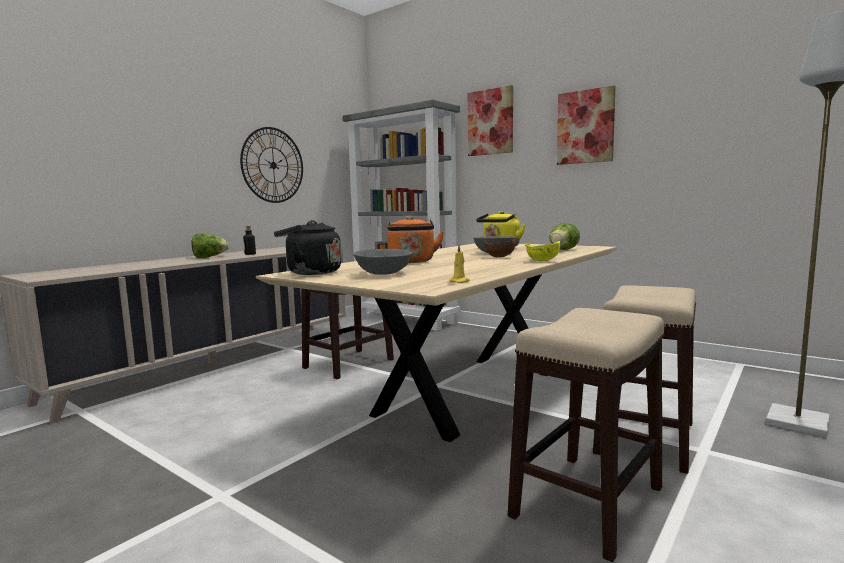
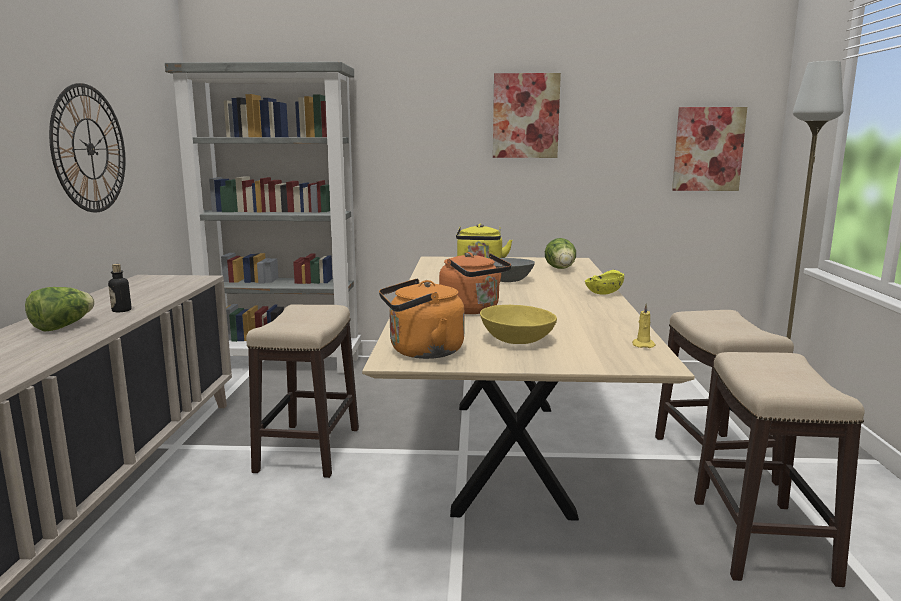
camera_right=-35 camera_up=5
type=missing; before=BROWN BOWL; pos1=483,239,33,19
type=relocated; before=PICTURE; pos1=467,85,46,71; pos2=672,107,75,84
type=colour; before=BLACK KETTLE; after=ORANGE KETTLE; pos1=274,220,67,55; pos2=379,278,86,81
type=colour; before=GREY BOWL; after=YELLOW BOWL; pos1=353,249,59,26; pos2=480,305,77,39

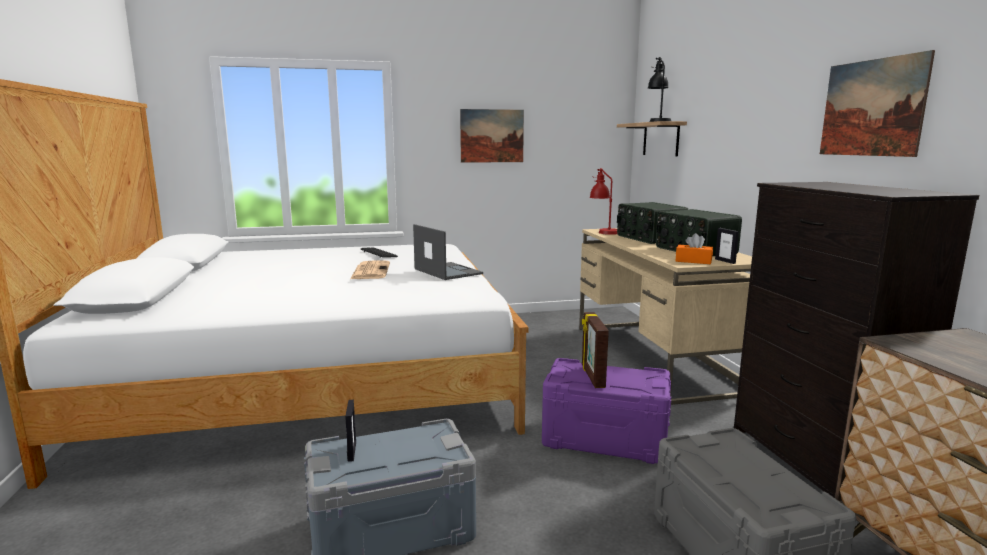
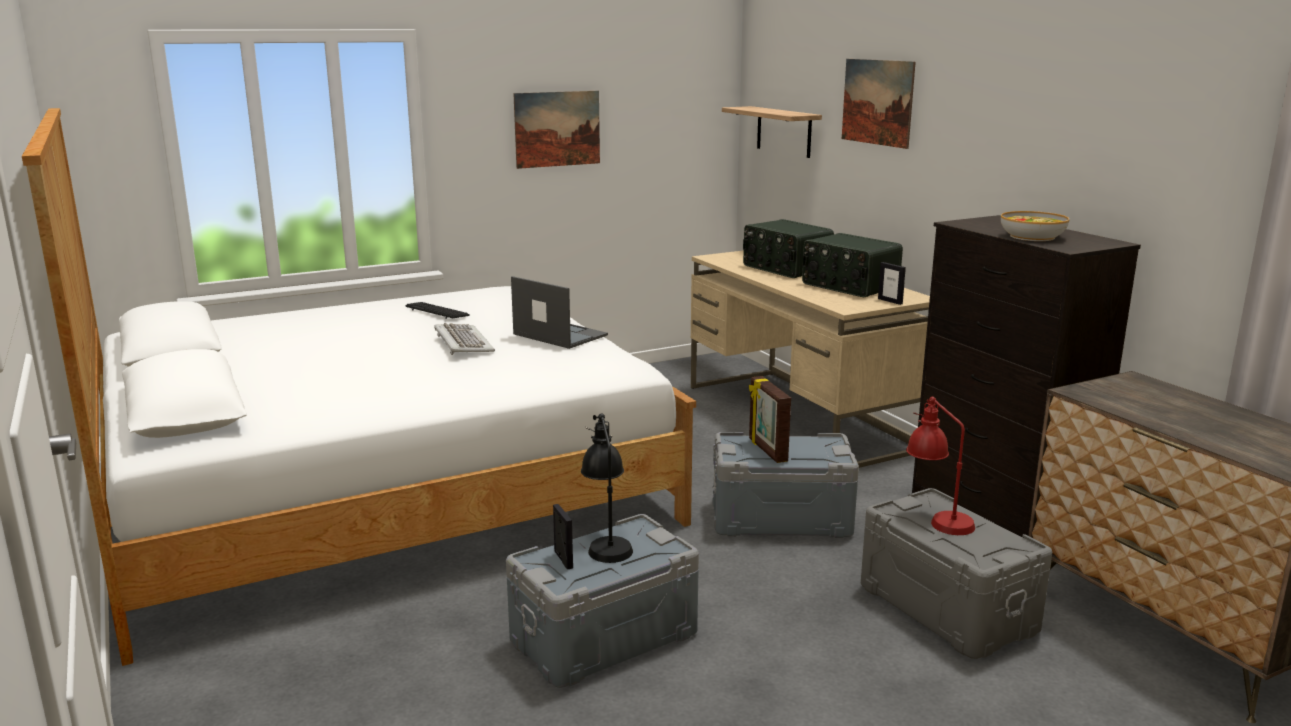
camera_right=-15 camera_up=5
type=missing; before=ORANGE TISSUE BOX; pos1=676,233,37,31
type=appeared; after=BOWL; pos2=1001,211,68,30
type=relocated; before=RED TABLE LAMP; pos1=590,168,27,67; pos2=906,397,69,138
type=relocated; before=BLACK TABLE LAMP; pos1=648,57,23,65; pos2=581,413,52,150
type=relocated; before=PICTURE; pos1=820,50,115,107; pos2=842,59,74,90
type=exchanged; before=NEWSPAPER; after=KEYBOARD; pos1=350,260,40,19; pos2=434,323,61,32
type=colour; before=PURPLE STORAGE BOX; after=GREY STORAGE BOX; pos1=542,358,129,106; pos2=712,432,147,106

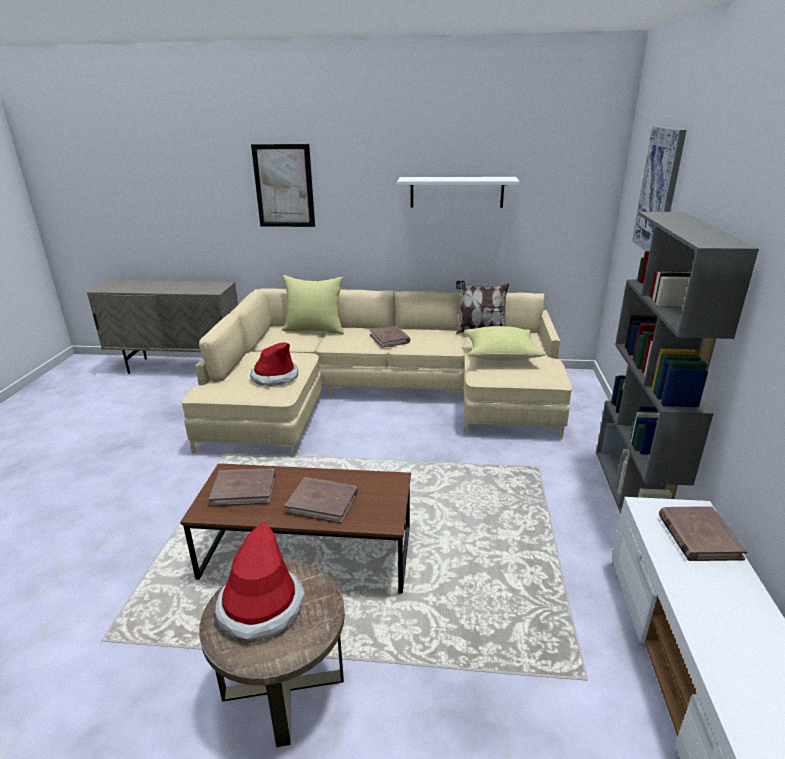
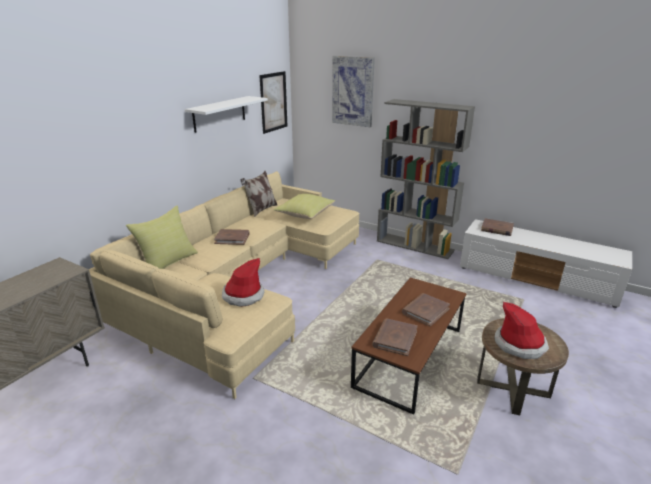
camera_right=-65 camera_up=0
type=relocated; before=PICTURE; pos1=251,144,64,83; pos2=259,71,28,63

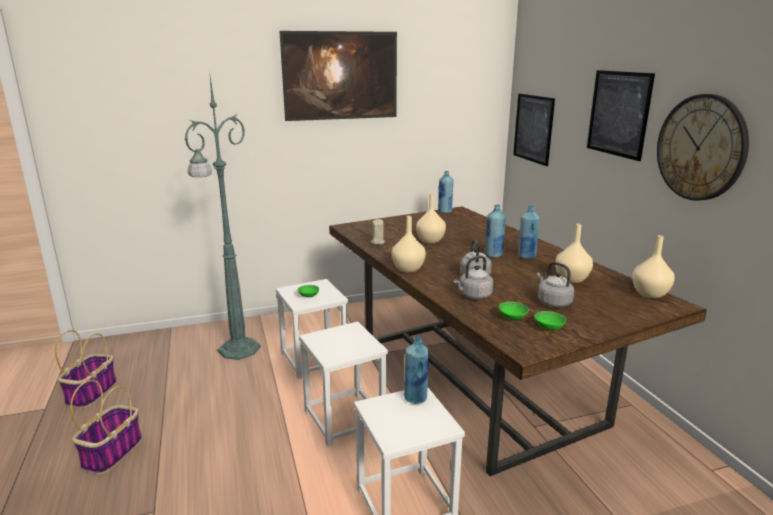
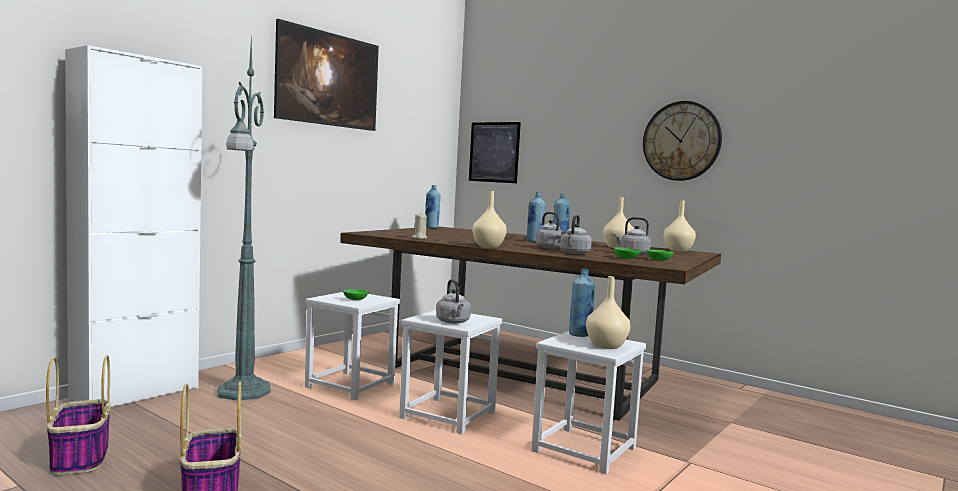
camera_right=-35 camera_up=-15
type=missing; before=PICTURE; pos1=587,70,68,91
type=appeared; after=WHITE CABINET; pos2=65,45,137,362
type=appeared; after=GREY KETTLE; pos2=436,279,35,45
type=relocated; before=BEIGE VASE; pos1=416,194,30,50; pos2=586,276,44,73

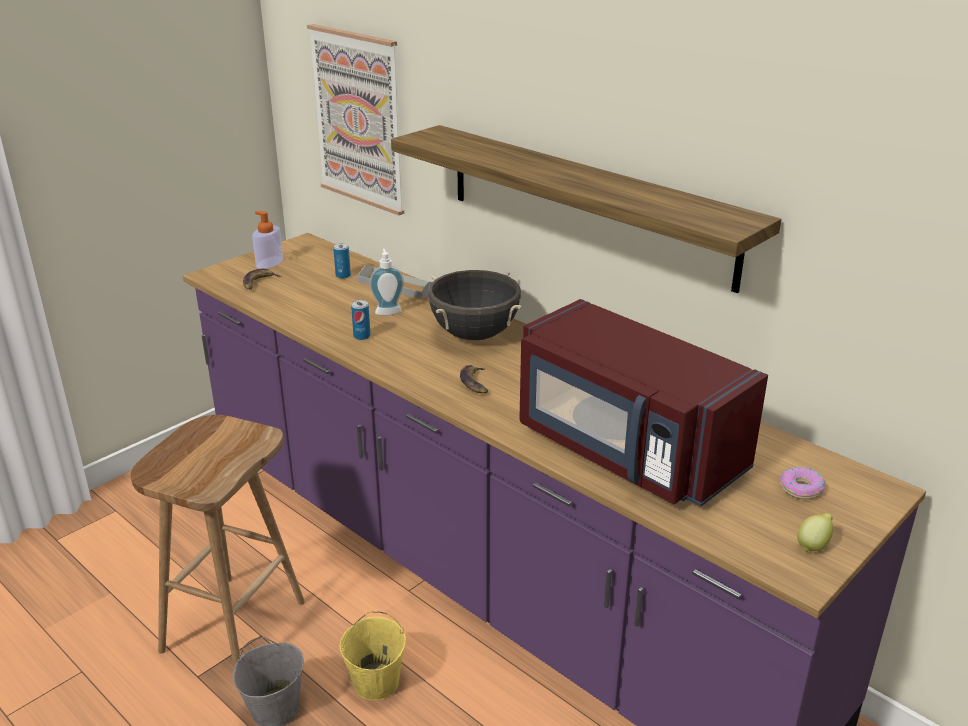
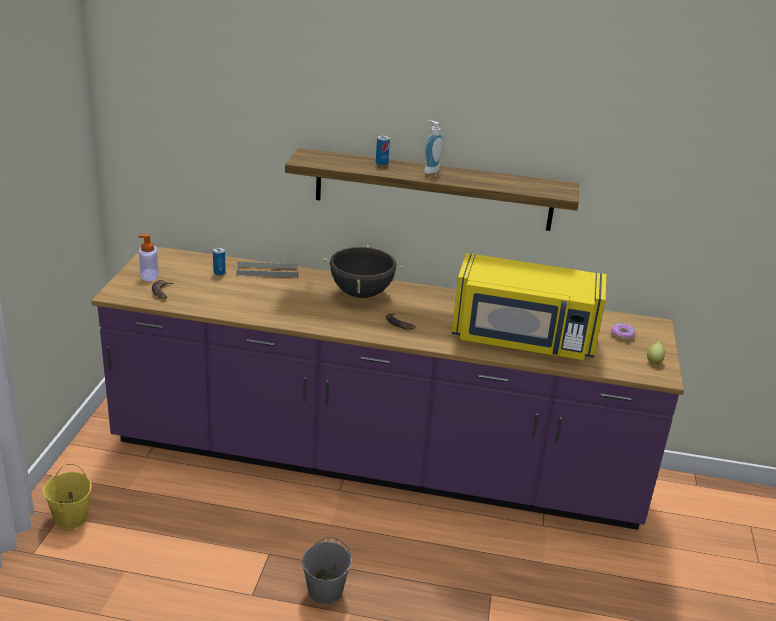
camera_right=-35 camera_up=0
type=missing; before=BROWN STOOL; pos1=130,415,175,252
type=missing; before=PICTURE; pos1=307,24,97,191
type=relocated; before=YELLOW BUCKET; pos1=340,611,66,90; pos2=43,464,48,65
type=relocated; before=CAN; pos1=351,300,19,40; pos2=376,135,14,30
type=relocated; before=SOAP DISPENSER; pos1=370,249,34,66; pos2=424,120,20,54
type=colour; before=RED MICROWAVE; after=YELLOW MICROWAVE; pos1=519,299,249,208; pos2=452,253,155,107

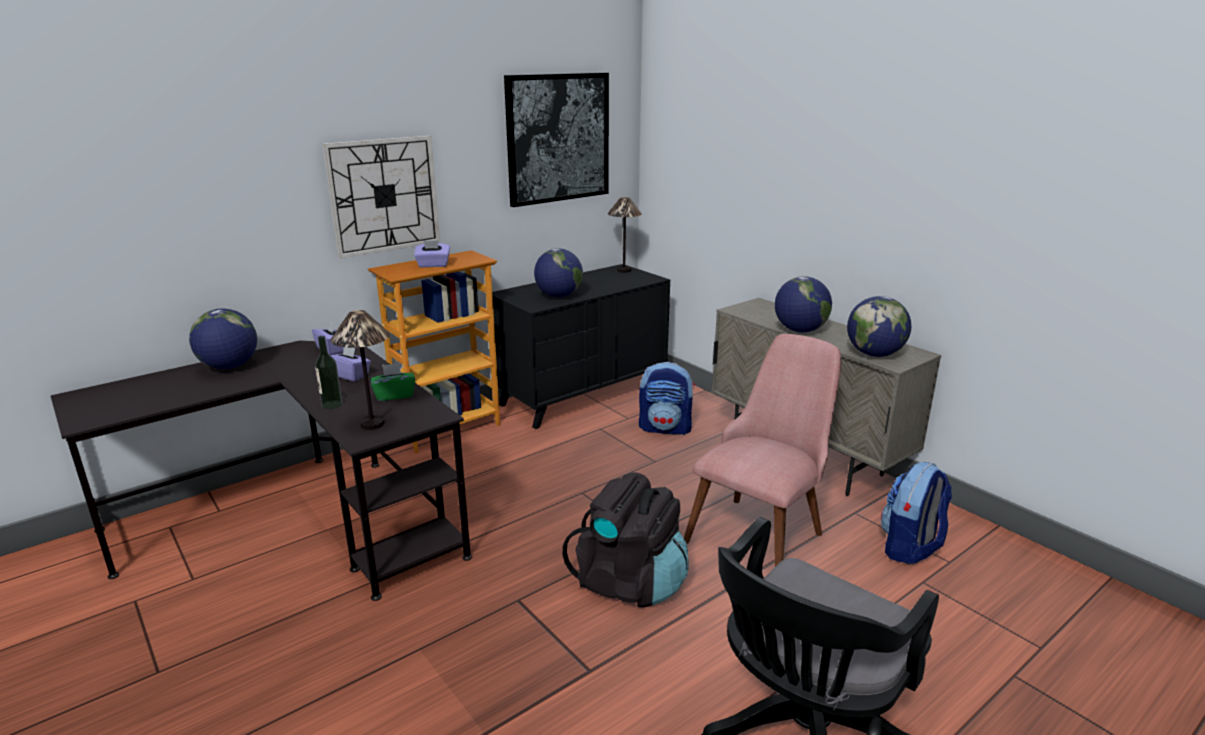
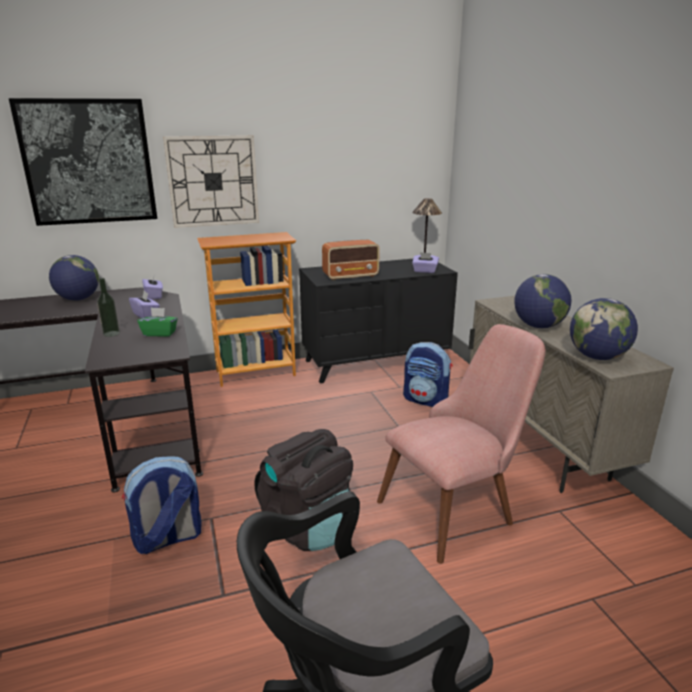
camera_right=20 camera_up=0
type=missing; before=TABLE LAMP; pos1=331,310,59,120
type=relocated; before=PURPLE TISSUE BOX; pos1=414,240,36,28; pos2=412,252,27,21
type=relocated; before=PICTURE; pos1=504,73,105,134; pos2=9,98,148,128
type=relocated; before=BACKPACK; pos1=881,462,71,102; pos2=122,456,79,98
type=exchanged; before=GLOBE; after=RADIO; pos1=534,248,49,50; pos2=322,240,58,40

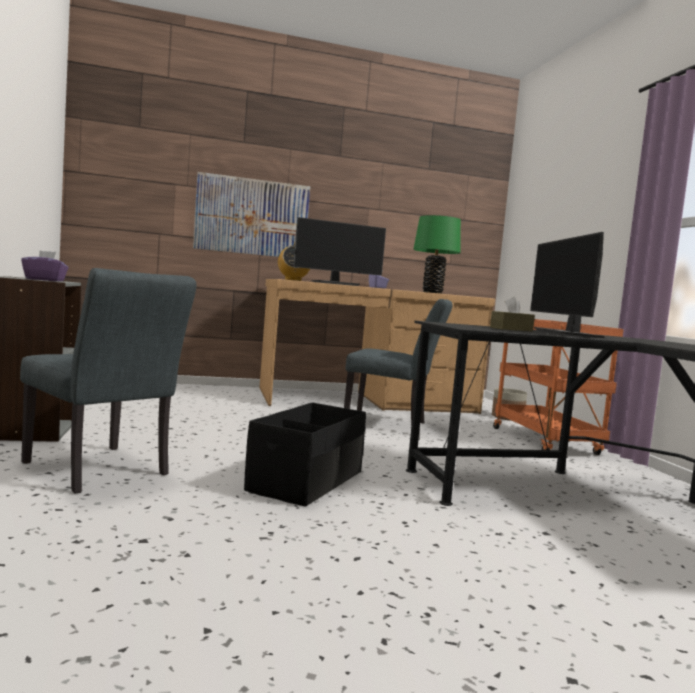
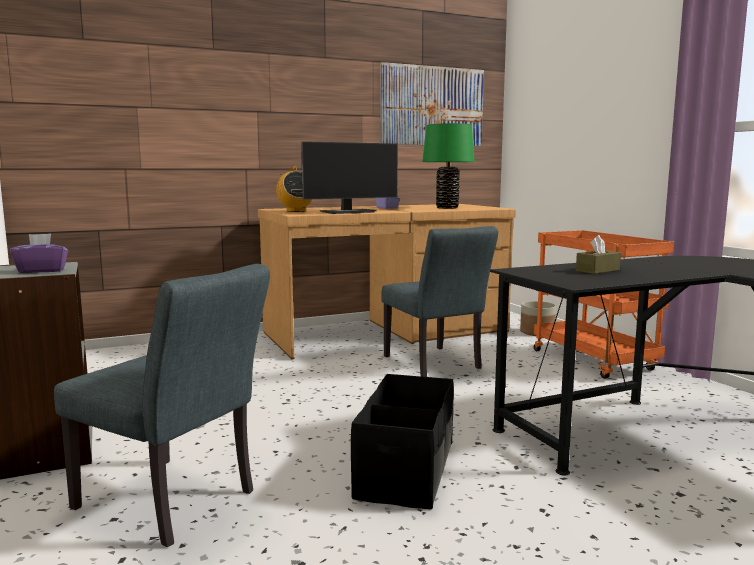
camera_right=-10 camera_up=5
type=missing; before=MONITOR; pos1=530,232,75,106
type=relocated; before=PICTURE; pos1=193,172,117,85; pos2=380,62,104,84
type=spun; before=GREY CHAIR; pos1=344,299,109,126; pos2=381,226,117,151; turn=60

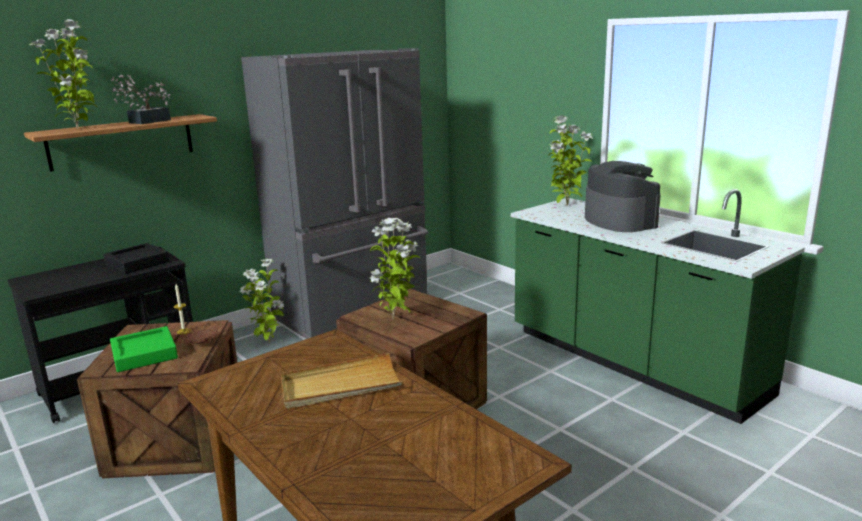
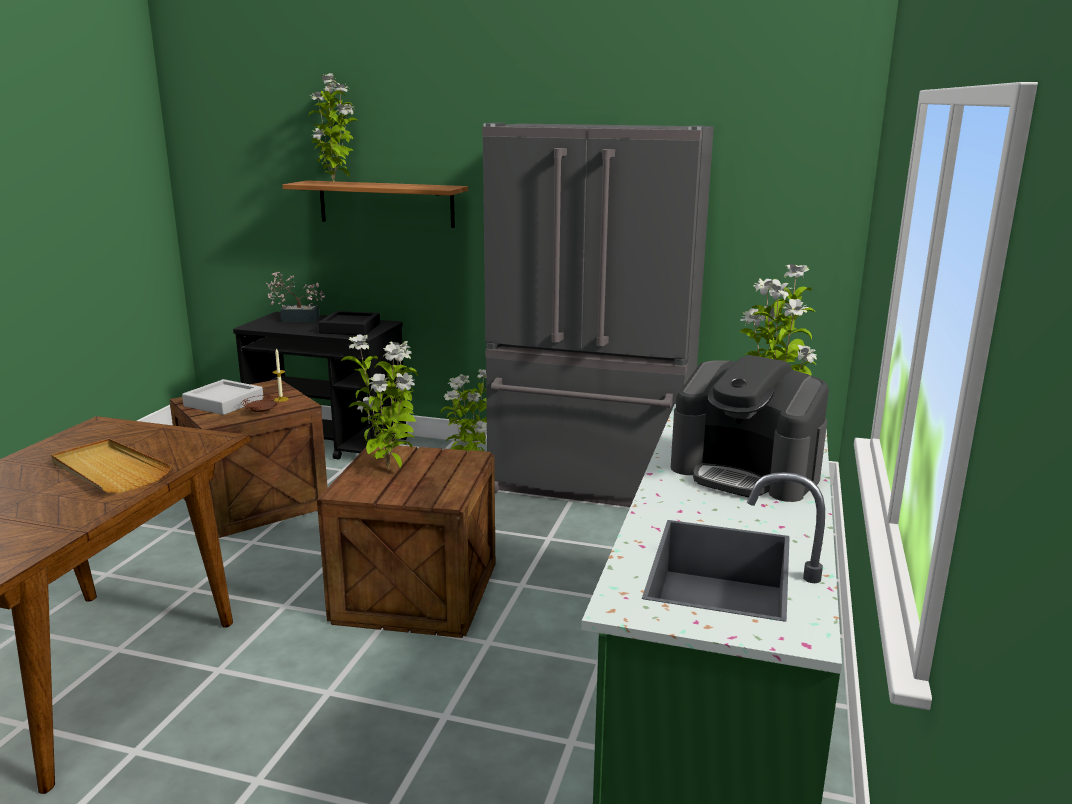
camera_right=55 camera_up=0
type=relocated; before=POTTED PLANT; pos1=111,74,60,50; pos2=266,271,59,51
type=colour; before=GREEN TRAY; after=GREY TRAY; pos1=110,326,68,46; pos2=182,379,82,36
type=spun; before=COFFEE MACHINE; pos1=585,161,76,71; pos2=671,355,158,147; turn=90

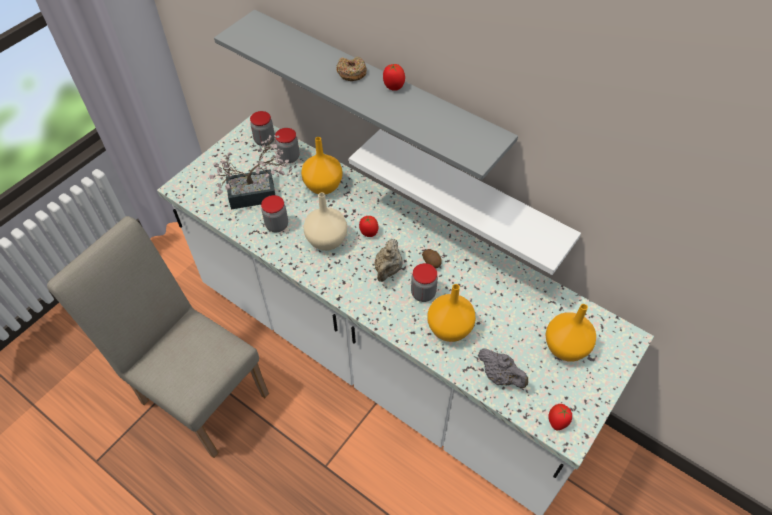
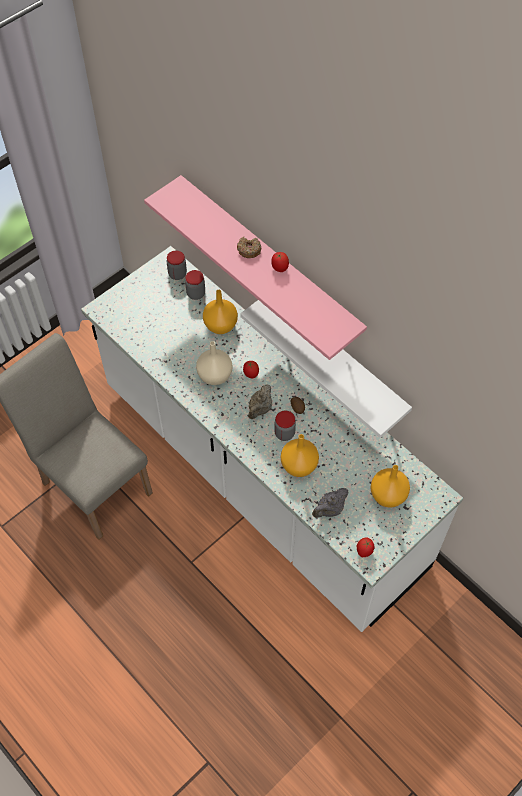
camera_right=10 camera_up=5
type=missing; before=POTTED PLANT; pos1=209,135,83,74
type=missing; before=JAR; pos1=261,195,27,37
type=colour; before=GREY SHELF; after=PINK SHELF; pos1=214,10,304,170; pos2=144,175,223,185
type=spun; before=GREY TEAPOT; pos1=478,348,50,40; pos2=312,488,37,30; turn=90

